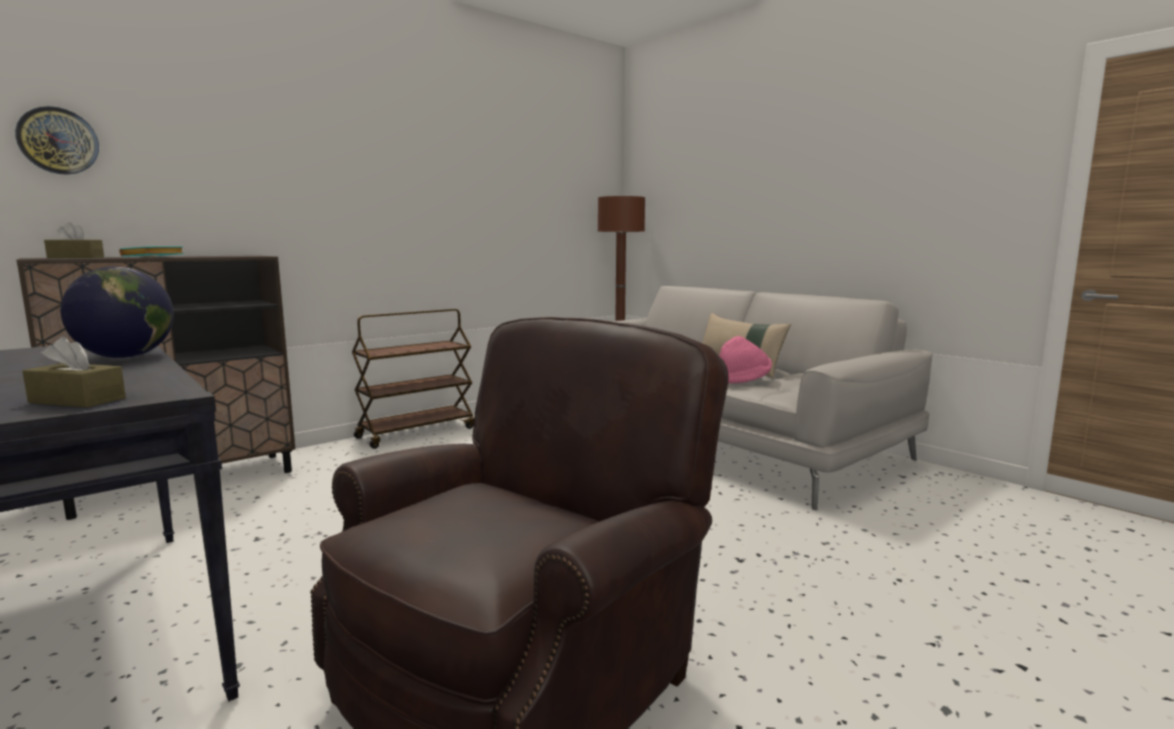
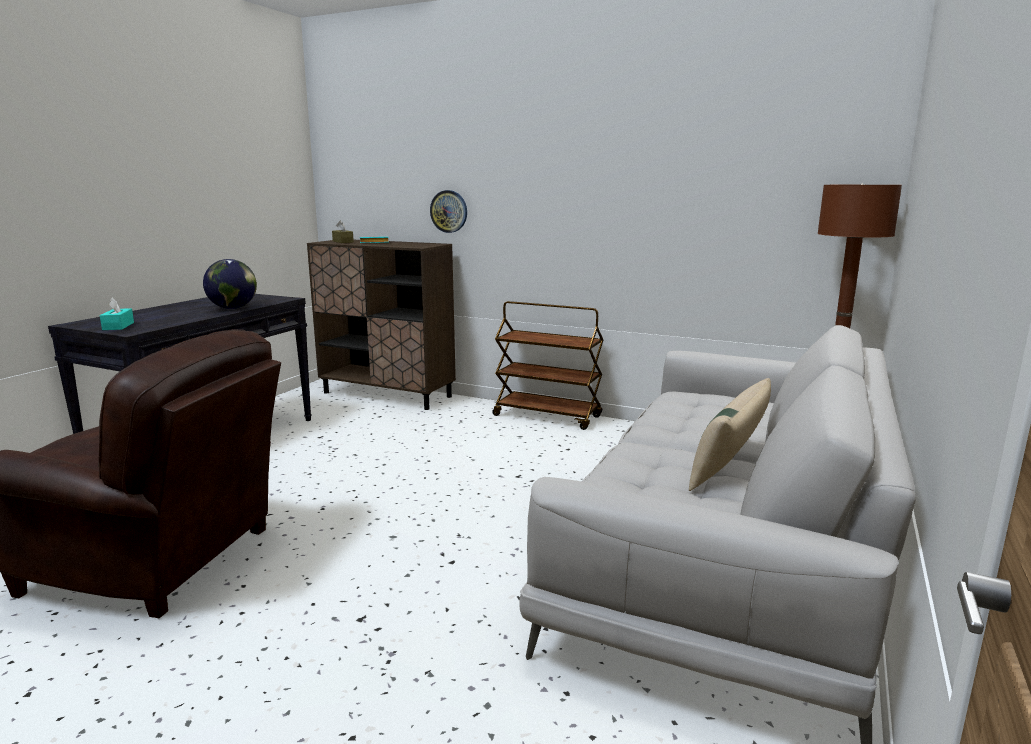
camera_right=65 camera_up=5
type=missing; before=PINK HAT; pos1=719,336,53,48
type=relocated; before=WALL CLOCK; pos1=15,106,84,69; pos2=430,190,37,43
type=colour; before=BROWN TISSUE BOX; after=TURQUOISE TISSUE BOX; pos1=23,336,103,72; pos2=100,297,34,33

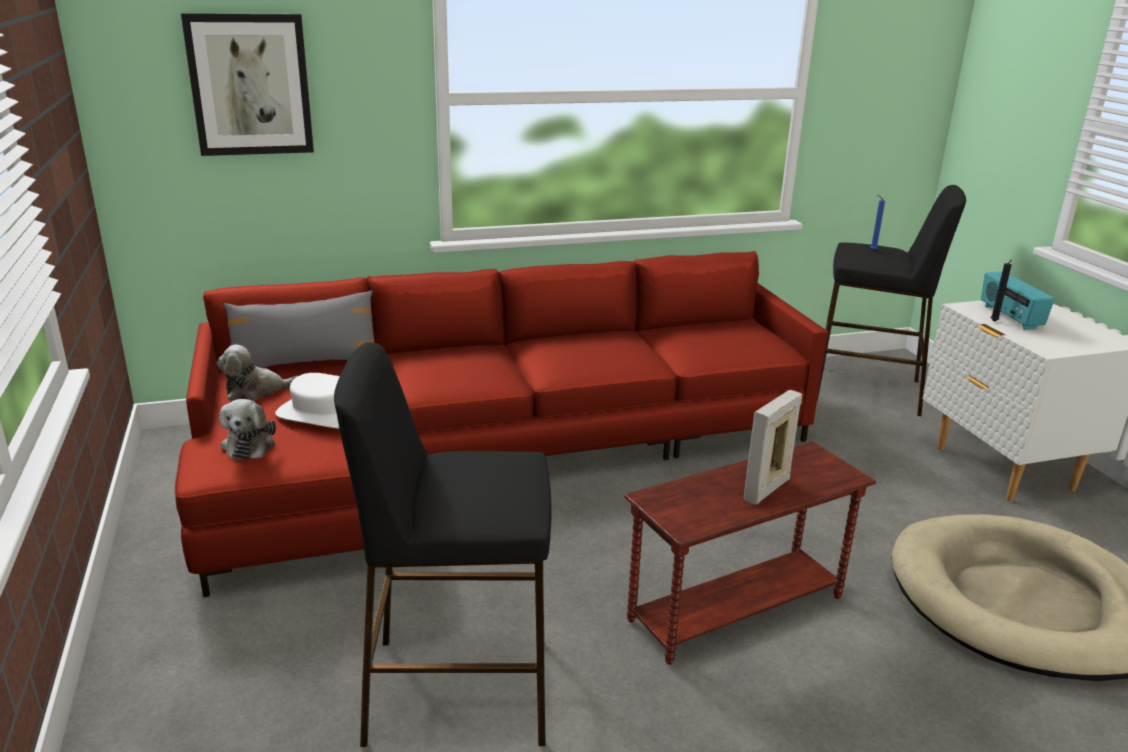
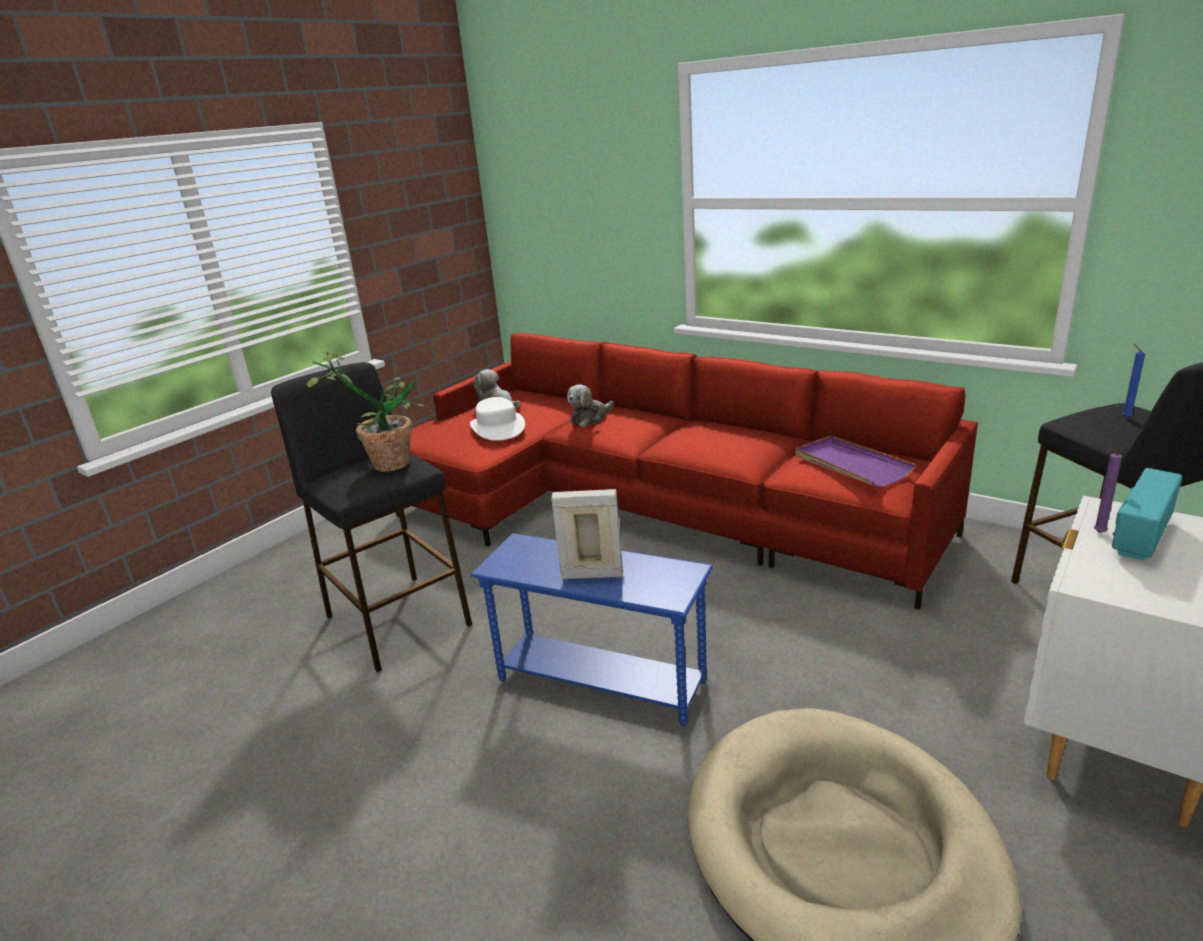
camera_right=55 camera_up=0
type=missing; before=PICTURE; pos1=181,13,133,143
type=missing; before=GREY PILLOW; pos1=224,290,150,78
type=appeared; after=POTTED PLANT; pos2=307,352,118,120
type=appeared; after=PURPLE TRAY; pos2=795,435,121,52
type=relocated; before=PLUSH TOY; pos1=219,399,57,61; pos2=567,385,47,42
type=colour; before=BROWN SIDE TABLE; after=BLUE SIDE TABLE; pos1=624,441,252,224; pos2=471,533,242,193
type=colour; before=BLACK CANDLE; after=PURPLE CANDLE; pos1=991,260,21,62; pos2=1094,449,28,84

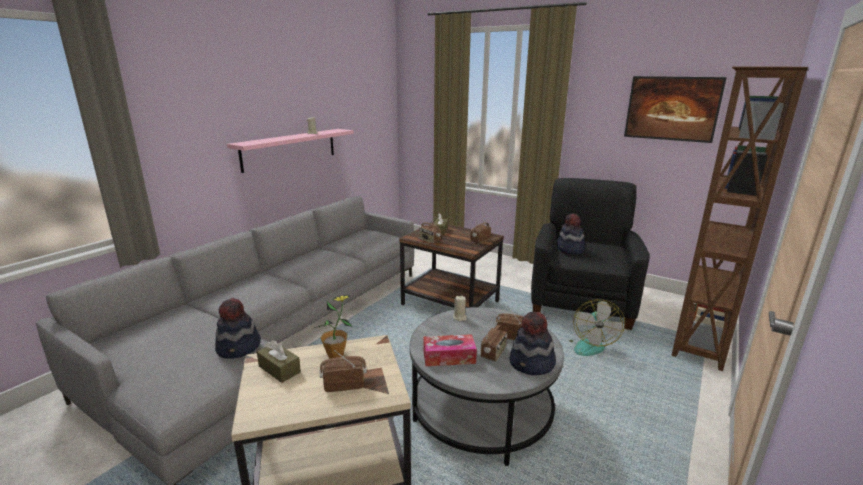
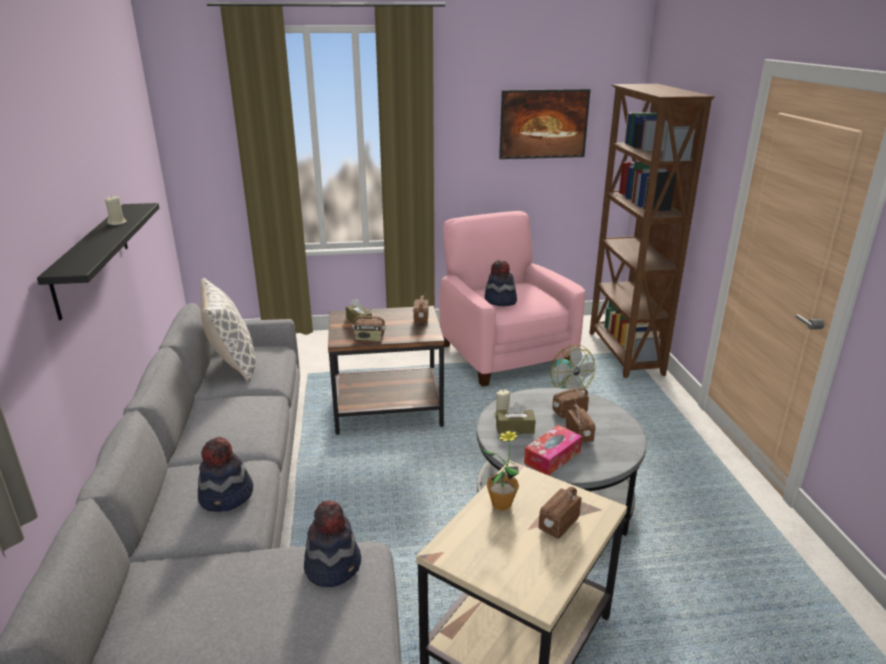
camera_right=-40 camera_up=5
type=appeared; after=PILLOW; pos2=200,278,56,104
type=relocated; before=BROWN TISSUE BOX; pos1=257,340,44,43; pos2=496,403,39,31
type=relocated; before=HAT; pos1=510,312,46,63; pos2=198,437,55,75
type=colour; before=PINK SHELF; after=BLACK SHELF; pos1=227,129,127,44; pos2=37,203,122,117
type=colour; before=BLACK ARMCHAIR; after=PINK ARMCHAIR; pos1=531,178,119,152; pos2=440,211,145,176

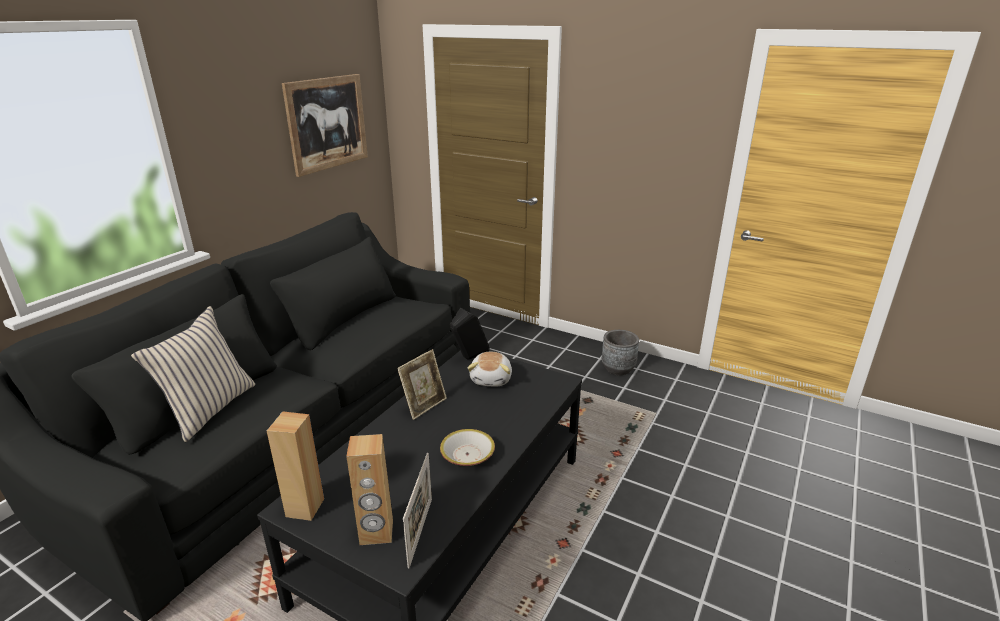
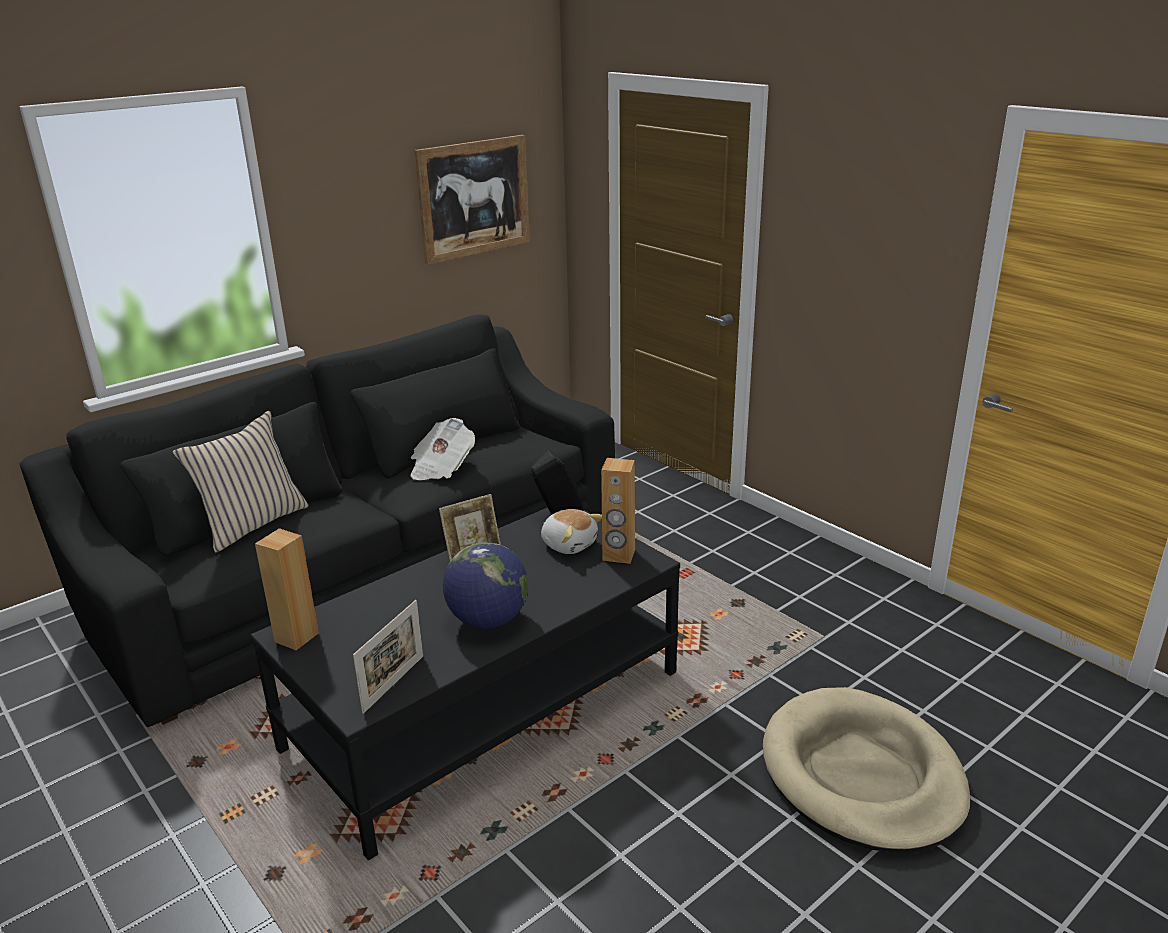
camera_right=20 camera_up=0
type=missing; before=GREY PLANTER; pos1=602,330,37,46
type=appeared; after=NEWSPAPER; pos2=410,418,65,62
type=appeared; after=BEIGE DOG BED; pos2=763,687,208,166
type=relocated; before=BROWN SPEAKER; pos1=346,434,47,111; pos2=601,458,34,106
type=exchanged; before=BOWL; after=GLOBE; pos1=440,429,55,37; pos2=443,542,85,86
type=spun; before=PLUSH TOY; pos1=468,352,44,35; pos2=541,509,61,45; turn=-75

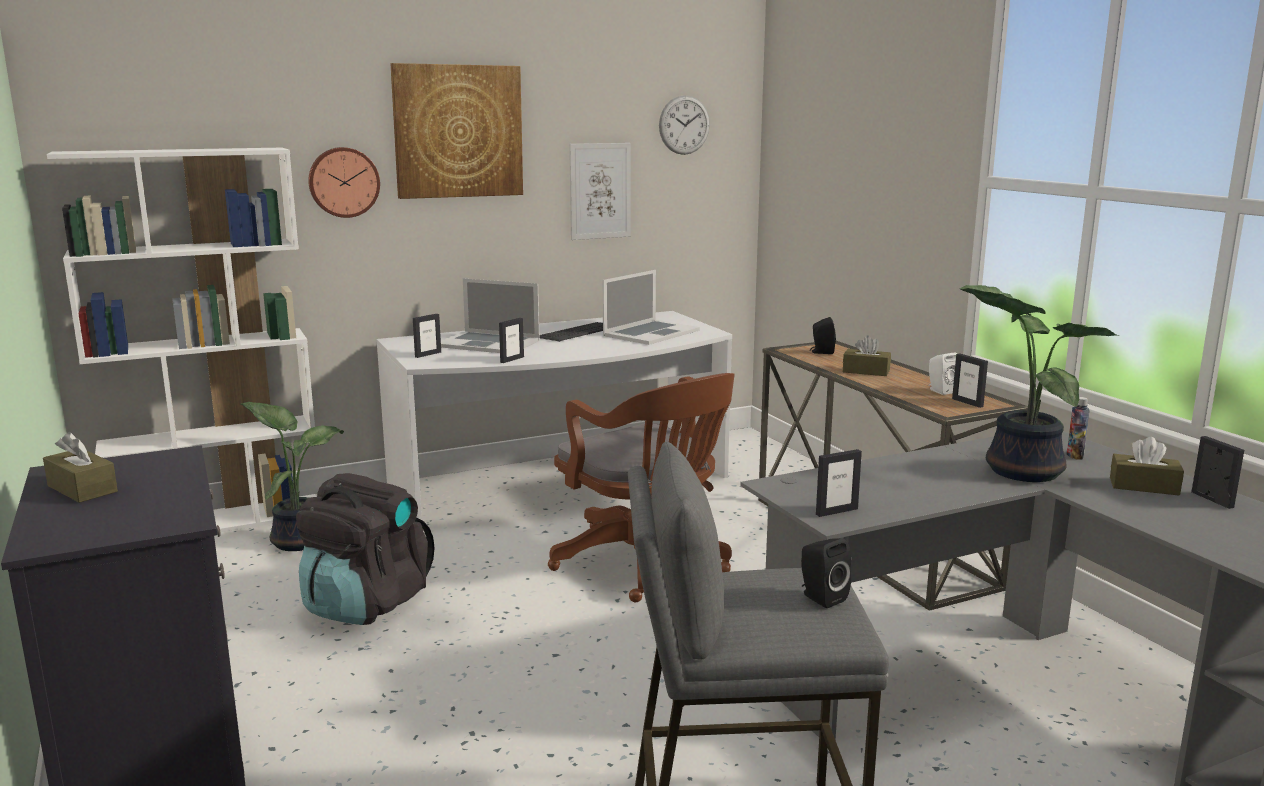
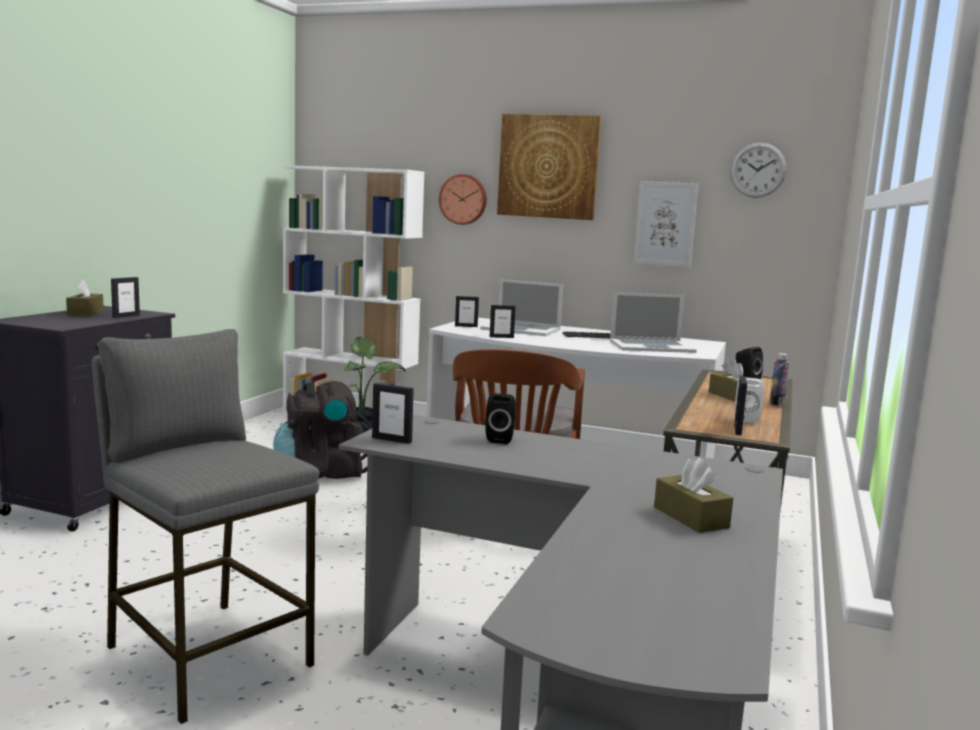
camera_right=45 camera_up=-5
type=missing; before=POTTED PLANT; pos1=960,285,159,197
type=relocated; before=BLACK SPEAKER; pos1=801,538,50,70; pos2=485,393,31,51
type=relocated; before=BOTTLE; pos1=1066,397,24,63; pos2=769,353,20,53
type=relocated; before=PICTURE FRAME; pos1=1191,436,53,73; pos2=111,277,29,41
type=spun; before=LAPTOP; pos1=441,278,99,75; pos2=480,279,83,57; turn=-45

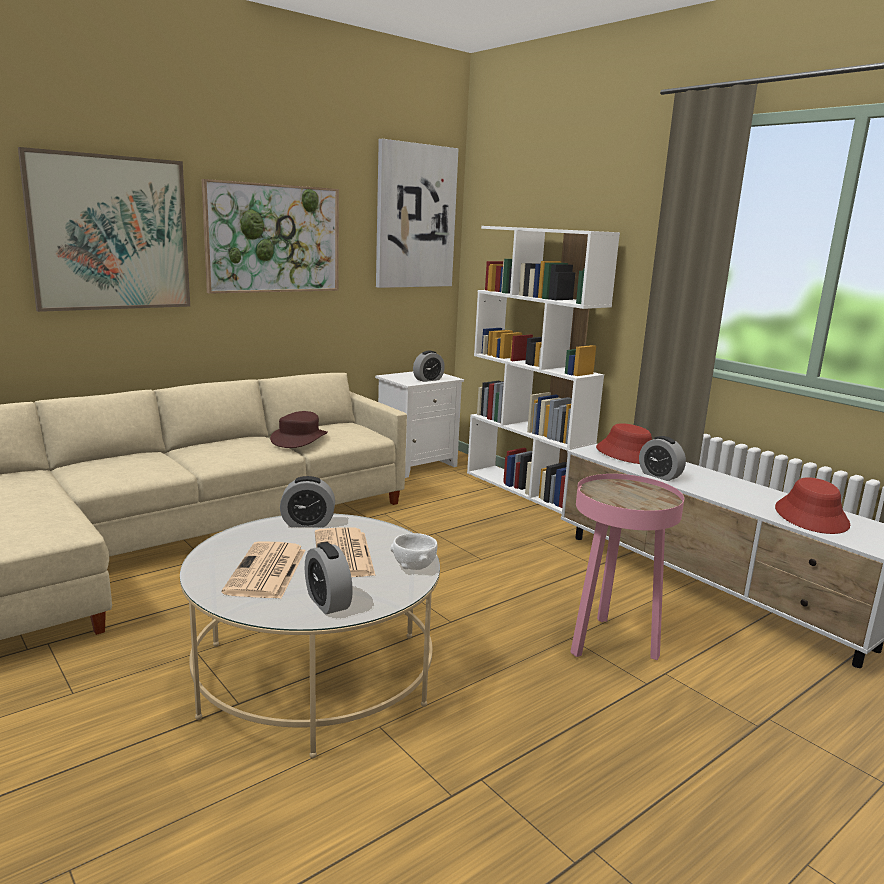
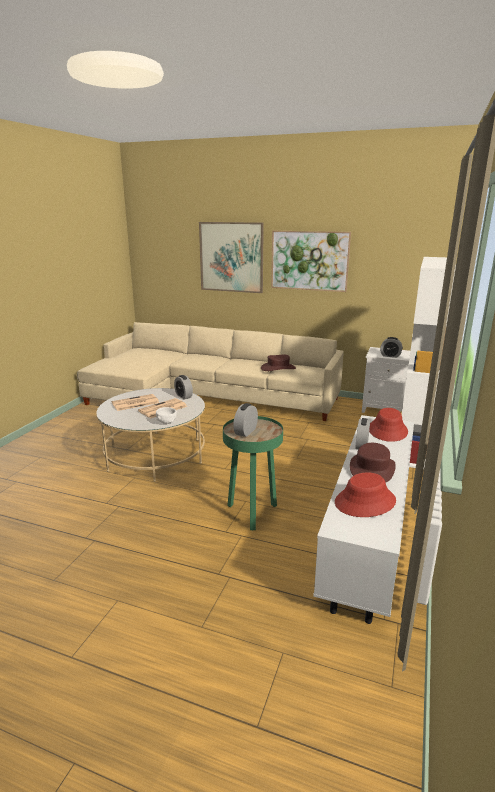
camera_right=60 camera_up=5
type=missing; before=PICTURE; pos1=376,139,83,149
type=appeared; after=BROWN HAT; pos2=350,443,46,40
type=relocated; before=ALARM CLOCK; pos1=305,543,48,72; pos2=233,403,25,34
type=colour; before=PINK SIDE TABLE; after=GREEN SIDE TABLE; pos1=570,474,114,186; pos2=223,416,60,114

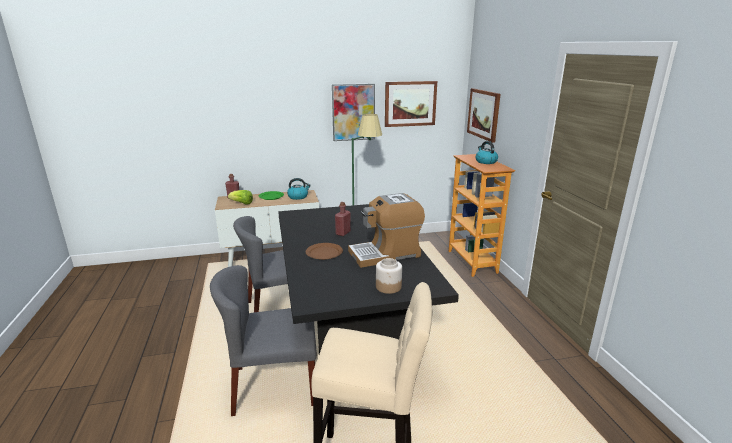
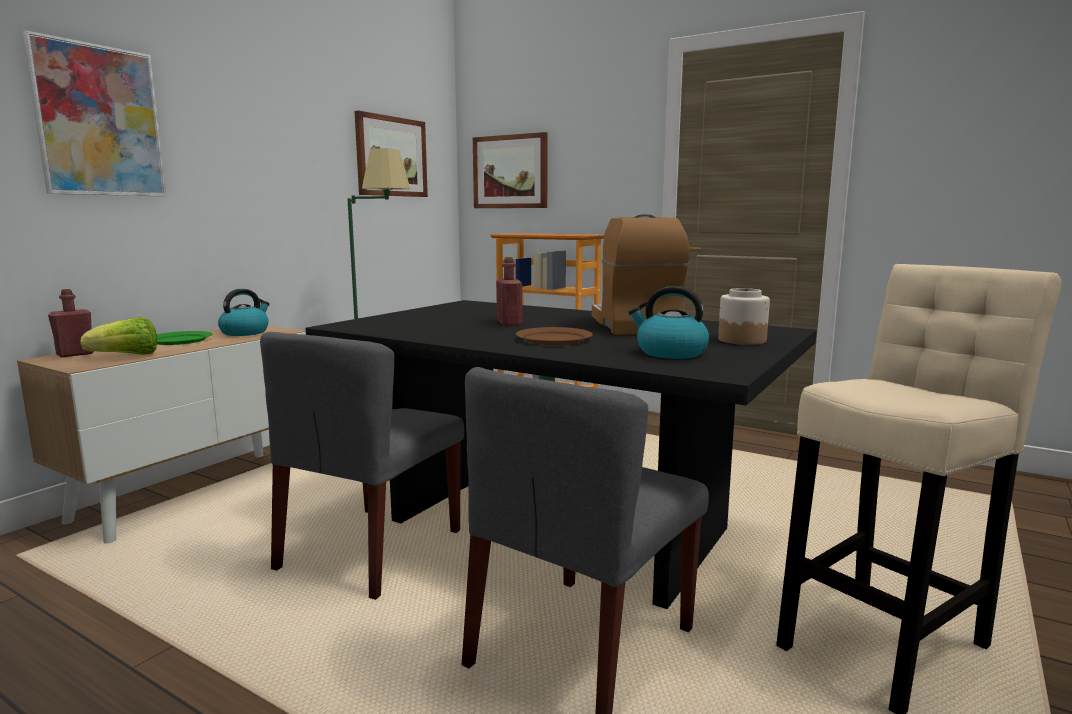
camera_right=-45 camera_up=-10
type=relocated; before=PICTURE; pos1=332,84,43,57; pos2=23,30,143,166
type=relocated; before=KETTLE; pos1=476,141,22,23; pos2=629,286,80,73
type=spun; before=COFFEE MACHINE; pos1=348,193,77,75; pos2=592,214,97,121; turn=150

